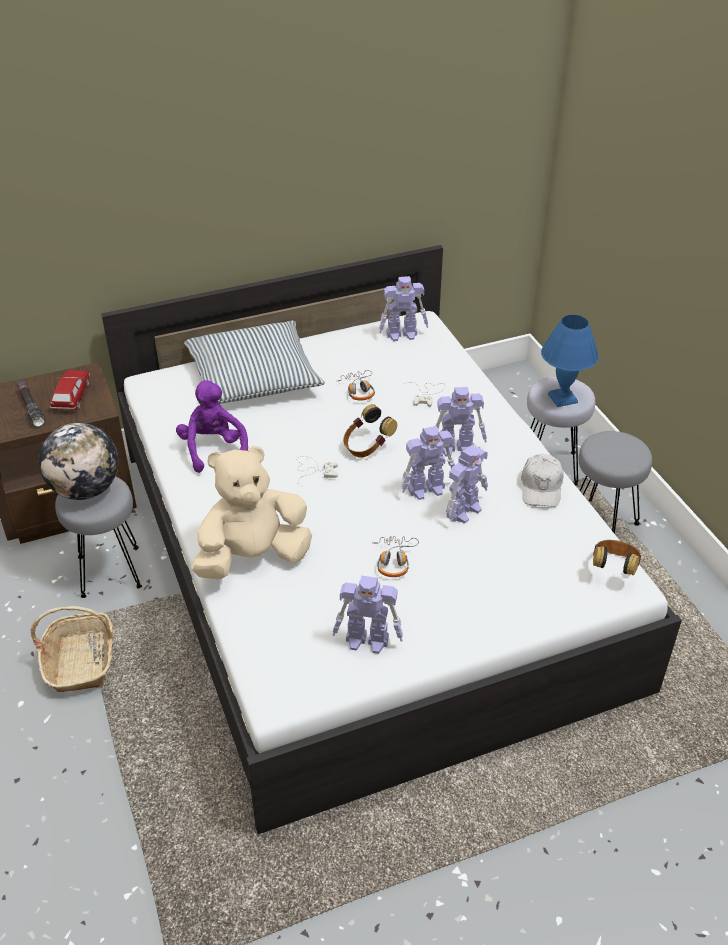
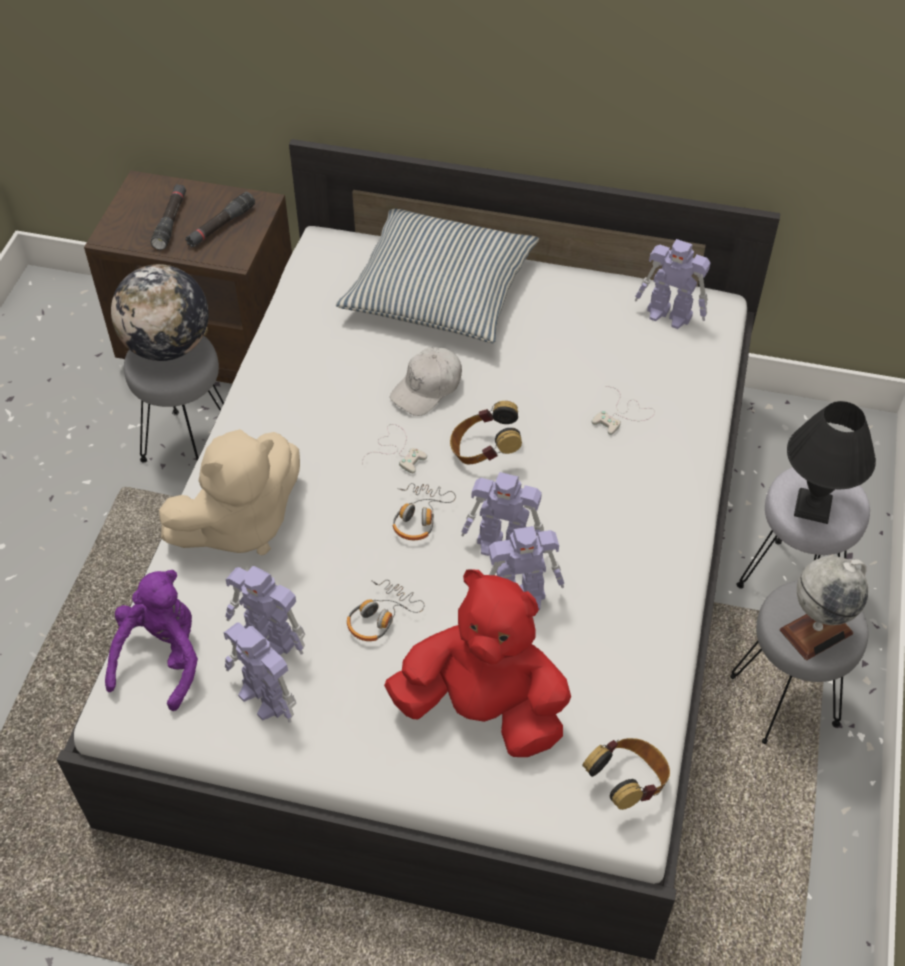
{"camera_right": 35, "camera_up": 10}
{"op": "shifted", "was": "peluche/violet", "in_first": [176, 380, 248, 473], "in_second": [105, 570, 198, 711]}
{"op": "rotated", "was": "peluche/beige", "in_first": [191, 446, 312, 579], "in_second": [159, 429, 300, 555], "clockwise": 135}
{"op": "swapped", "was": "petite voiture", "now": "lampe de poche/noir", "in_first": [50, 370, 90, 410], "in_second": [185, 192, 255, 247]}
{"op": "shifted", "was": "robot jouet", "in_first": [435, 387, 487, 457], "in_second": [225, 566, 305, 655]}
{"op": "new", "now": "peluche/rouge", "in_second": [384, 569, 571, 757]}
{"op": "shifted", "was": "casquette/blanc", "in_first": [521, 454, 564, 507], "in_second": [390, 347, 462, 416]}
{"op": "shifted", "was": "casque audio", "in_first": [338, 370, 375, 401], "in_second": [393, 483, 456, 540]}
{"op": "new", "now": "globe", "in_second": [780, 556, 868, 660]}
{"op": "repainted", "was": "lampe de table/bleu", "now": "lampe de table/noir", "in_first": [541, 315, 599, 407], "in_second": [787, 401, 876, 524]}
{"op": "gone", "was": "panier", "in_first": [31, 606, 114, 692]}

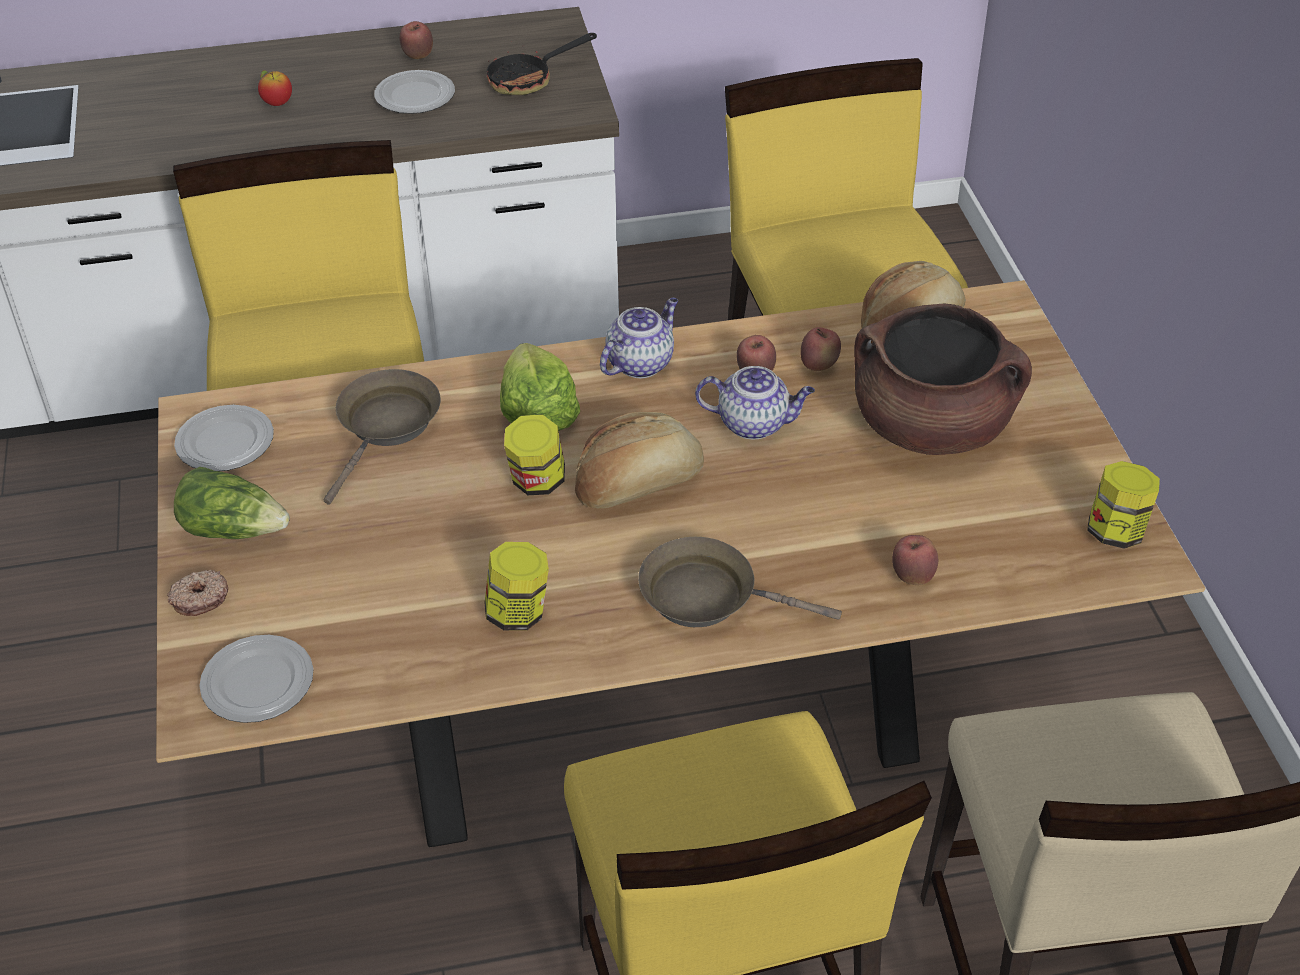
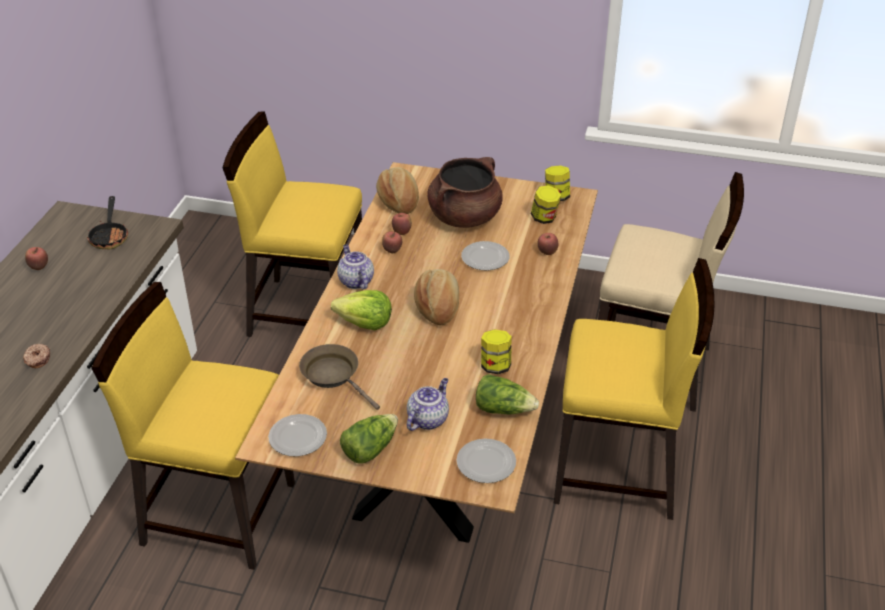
{"camera_right": -65, "camera_up": -5}
{"op": "shifted", "was": "beignet", "in_first": [167, 569, 228, 616], "in_second": [23, 344, 50, 368]}
{"op": "shifted", "was": "théière", "in_first": [695, 366, 815, 439], "in_second": [407, 378, 449, 431]}
{"op": "shifted", "was": "assiette", "in_first": [374, 70, 455, 114], "in_second": [461, 241, 510, 271]}
{"op": "new", "now": "laitue", "in_second": [476, 374, 539, 414]}
{"op": "shifted", "was": "bocal", "in_first": [504, 414, 565, 495], "in_second": [531, 185, 561, 224]}
{"op": "gone", "was": "pomme", "in_first": [258, 70, 292, 106]}
{"op": "gone", "was": "poêle/marron", "in_first": [638, 537, 842, 627]}

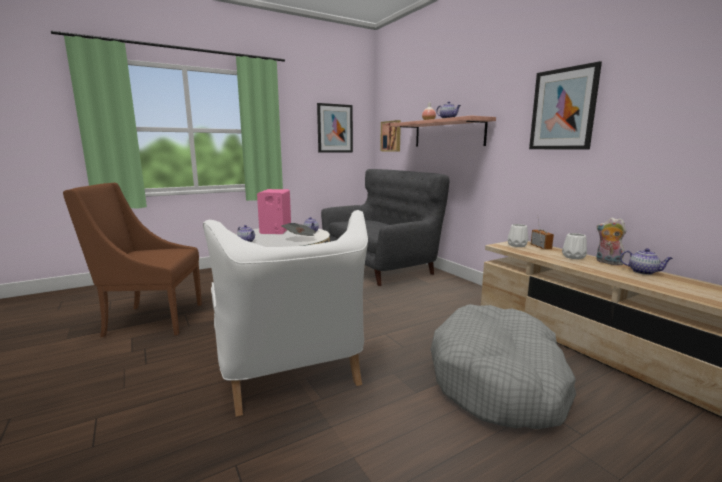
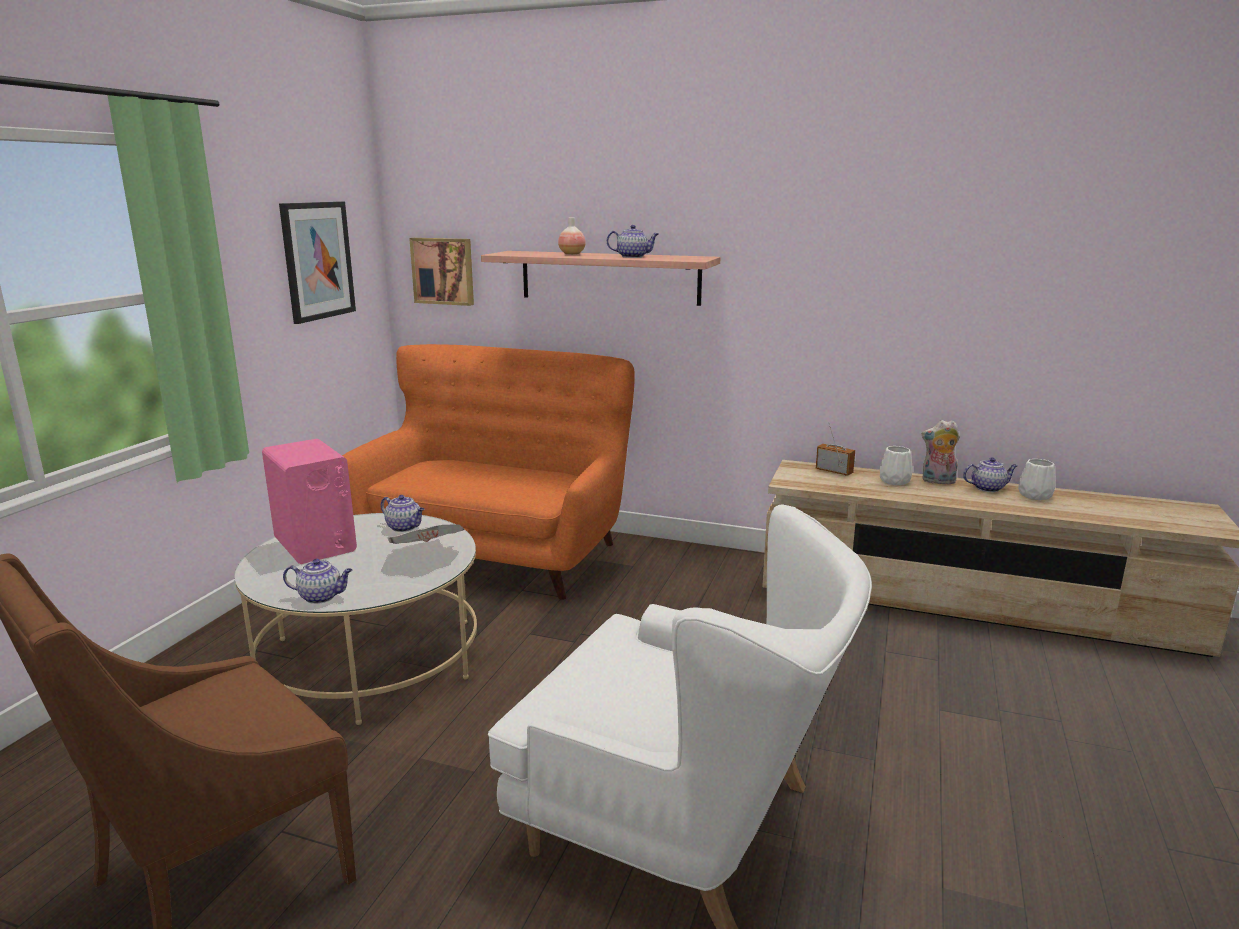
{"camera_right": -40, "camera_up": 5}
{"op": "repainted", "was": "canapé/gris", "now": "canapé/orange", "in_first": [321, 169, 449, 286], "in_second": [342, 344, 635, 600]}
{"op": "shifted", "was": "vase/blanc", "in_first": [508, 224, 528, 247], "in_second": [1018, 459, 1056, 500]}
{"op": "gone", "was": "panier pour chien/gris", "in_first": [431, 304, 576, 429]}
{"op": "gone", "was": "tableau", "in_first": [529, 61, 602, 149]}

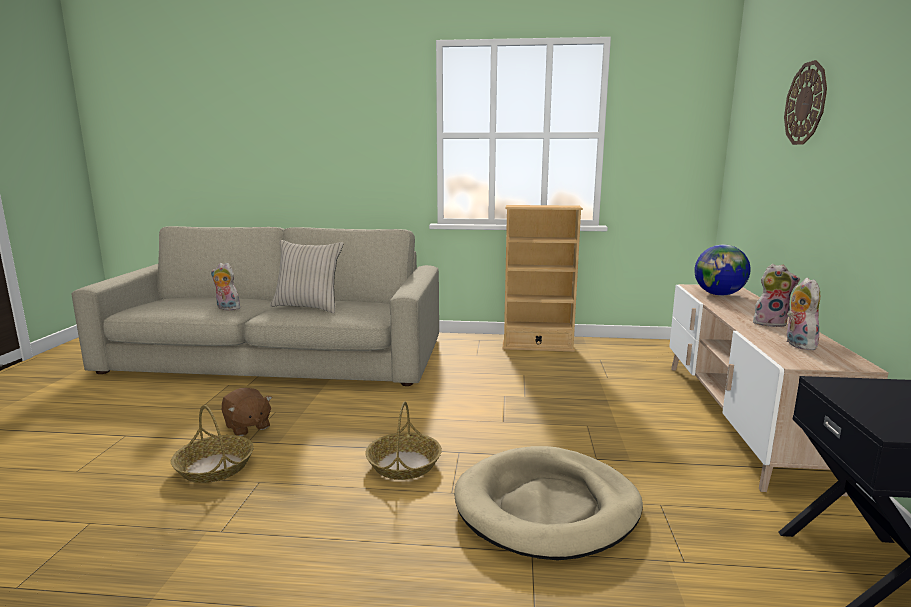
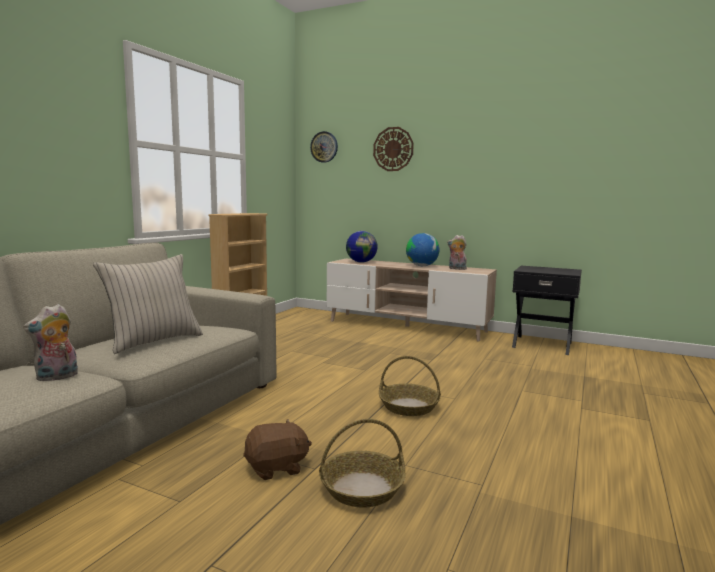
{"camera_right": -70, "camera_up": -5}
{"op": "new", "now": "horloge murale", "in_second": [310, 131, 338, 163]}
{"op": "swapped", "was": "peluche", "now": "globe", "in_first": [753, 264, 800, 327], "in_second": [406, 233, 440, 266]}
{"op": "gone", "was": "panier pour chien/beige", "in_first": [454, 446, 643, 560]}

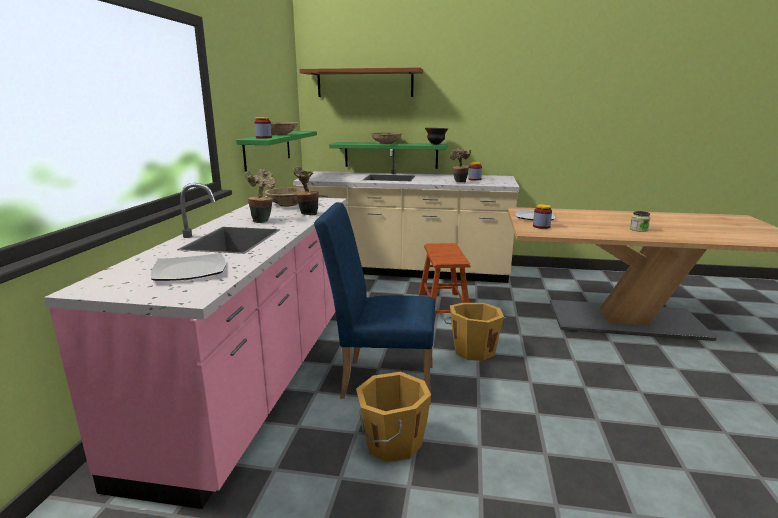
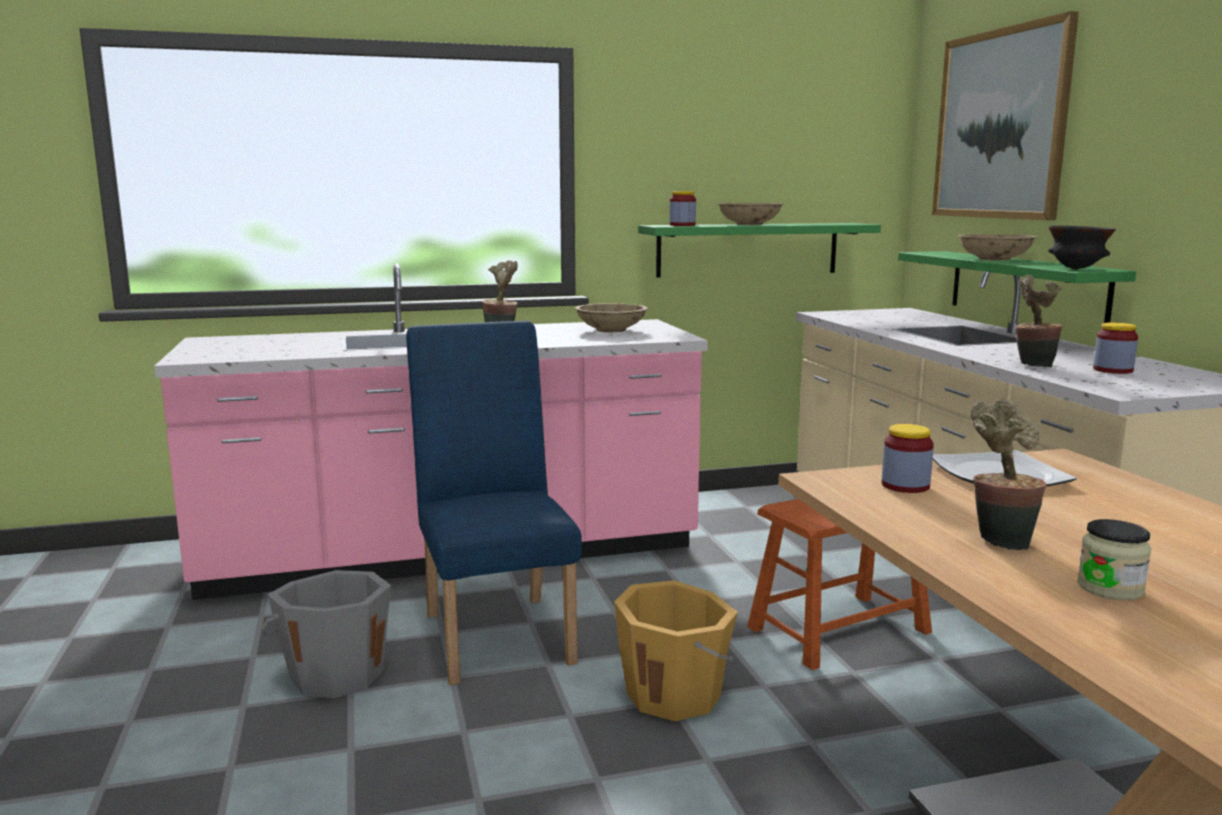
{"camera_right": 65, "camera_up": -5}
{"op": "repainted", "was": "seau/orange", "now": "seau/gris", "in_first": [356, 372, 431, 462], "in_second": [262, 570, 391, 699]}
{"op": "swapped", "was": "étagère/marron", "now": "tableau", "in_first": [300, 67, 423, 97], "in_second": [932, 11, 1079, 220]}
{"op": "shifted", "was": "plante en pot", "in_first": [293, 166, 319, 216], "in_second": [971, 399, 1047, 550]}
{"op": "gone", "was": "assiette", "in_first": [151, 253, 226, 281]}

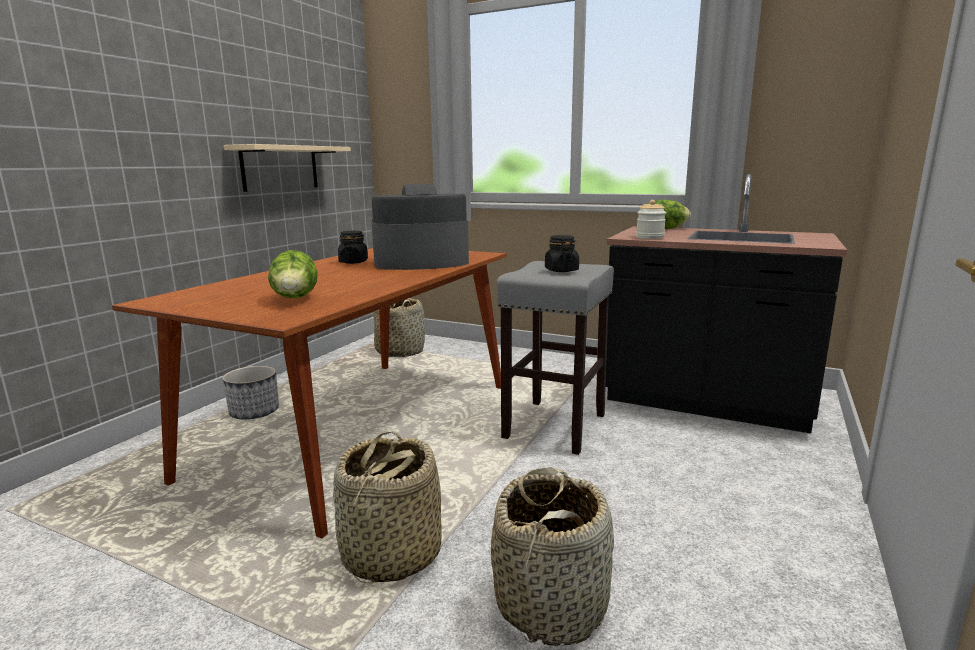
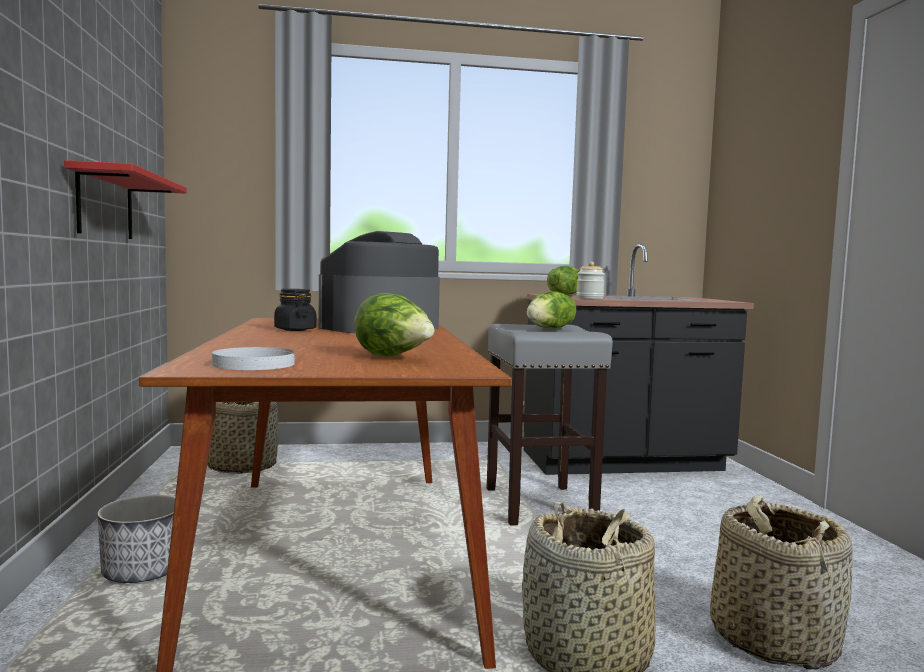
{"camera_right": -35, "camera_up": -10}
{"op": "repainted", "was": "étagère/beige", "now": "étagère/rouge", "in_first": [224, 144, 351, 192], "in_second": [64, 160, 187, 239]}
{"op": "new", "now": "assiette/blanc", "in_second": [212, 347, 295, 370]}
{"op": "swapped", "was": "bocal/noir", "now": "laitue", "in_first": [545, 235, 579, 272], "in_second": [527, 291, 576, 329]}

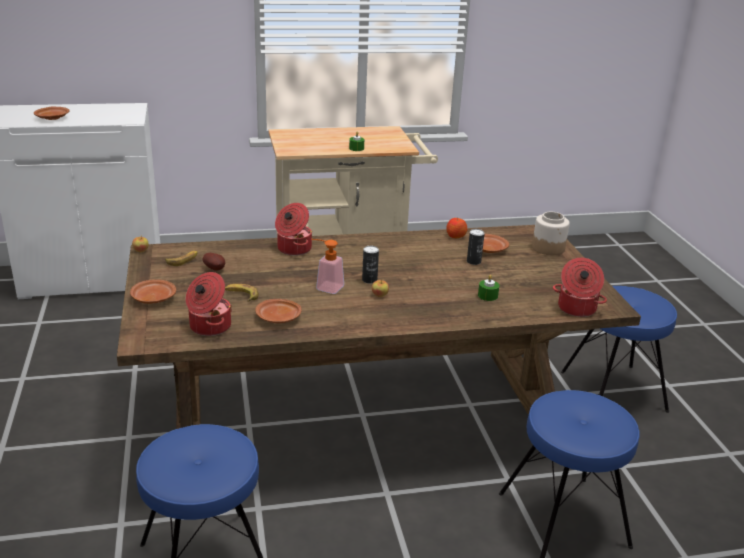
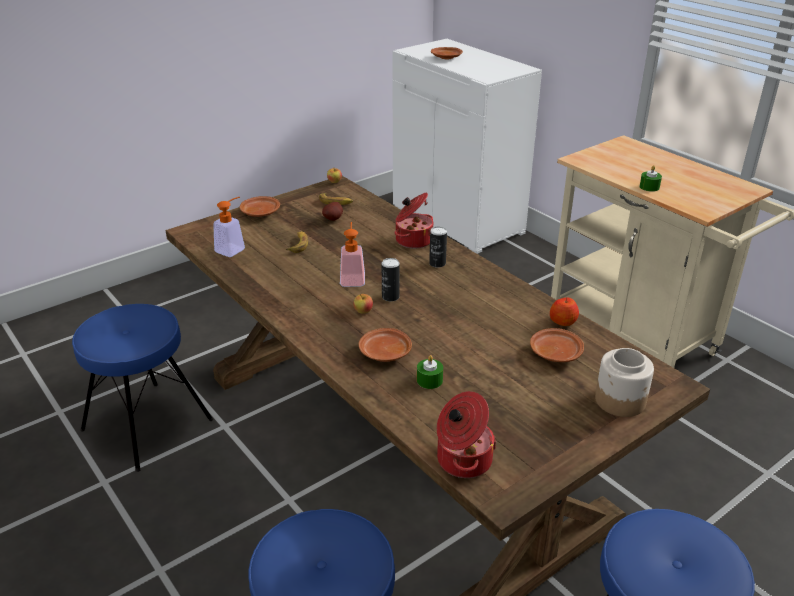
{"camera_right": 65, "camera_up": 5}
{"op": "swapped", "was": "marmite", "now": "distributeur de savon", "in_first": [186, 272, 232, 336], "in_second": [213, 197, 245, 257]}
{"op": "shifted", "was": "assiette/marron", "in_first": [255, 299, 301, 323], "in_second": [359, 328, 412, 362]}
{"op": "shifted", "was": "boîte métallique", "in_first": [467, 229, 485, 265], "in_second": [429, 227, 447, 268]}

